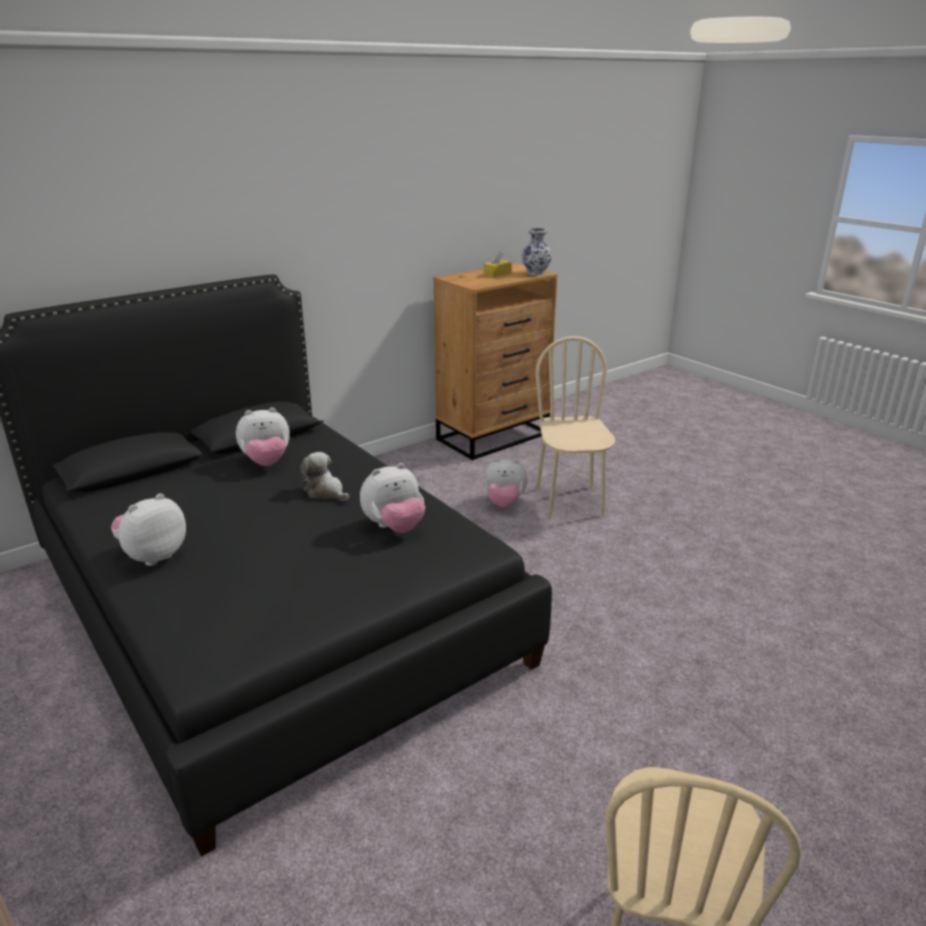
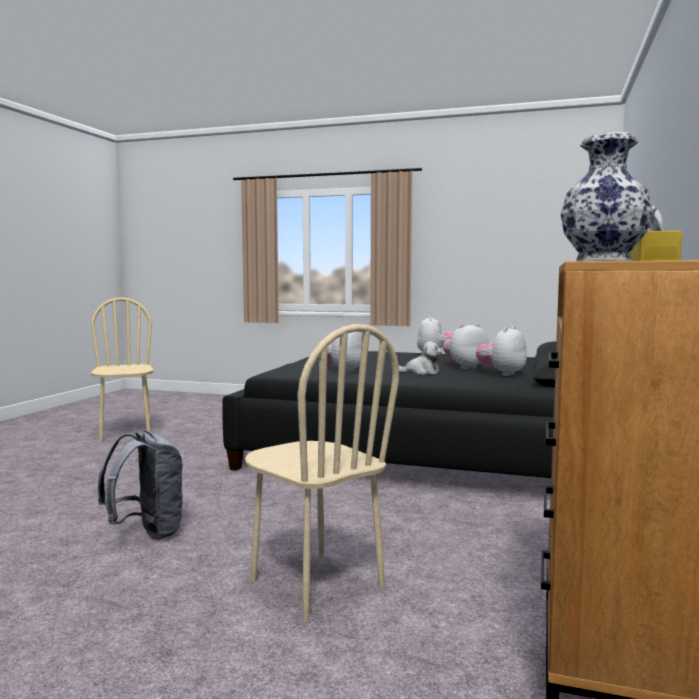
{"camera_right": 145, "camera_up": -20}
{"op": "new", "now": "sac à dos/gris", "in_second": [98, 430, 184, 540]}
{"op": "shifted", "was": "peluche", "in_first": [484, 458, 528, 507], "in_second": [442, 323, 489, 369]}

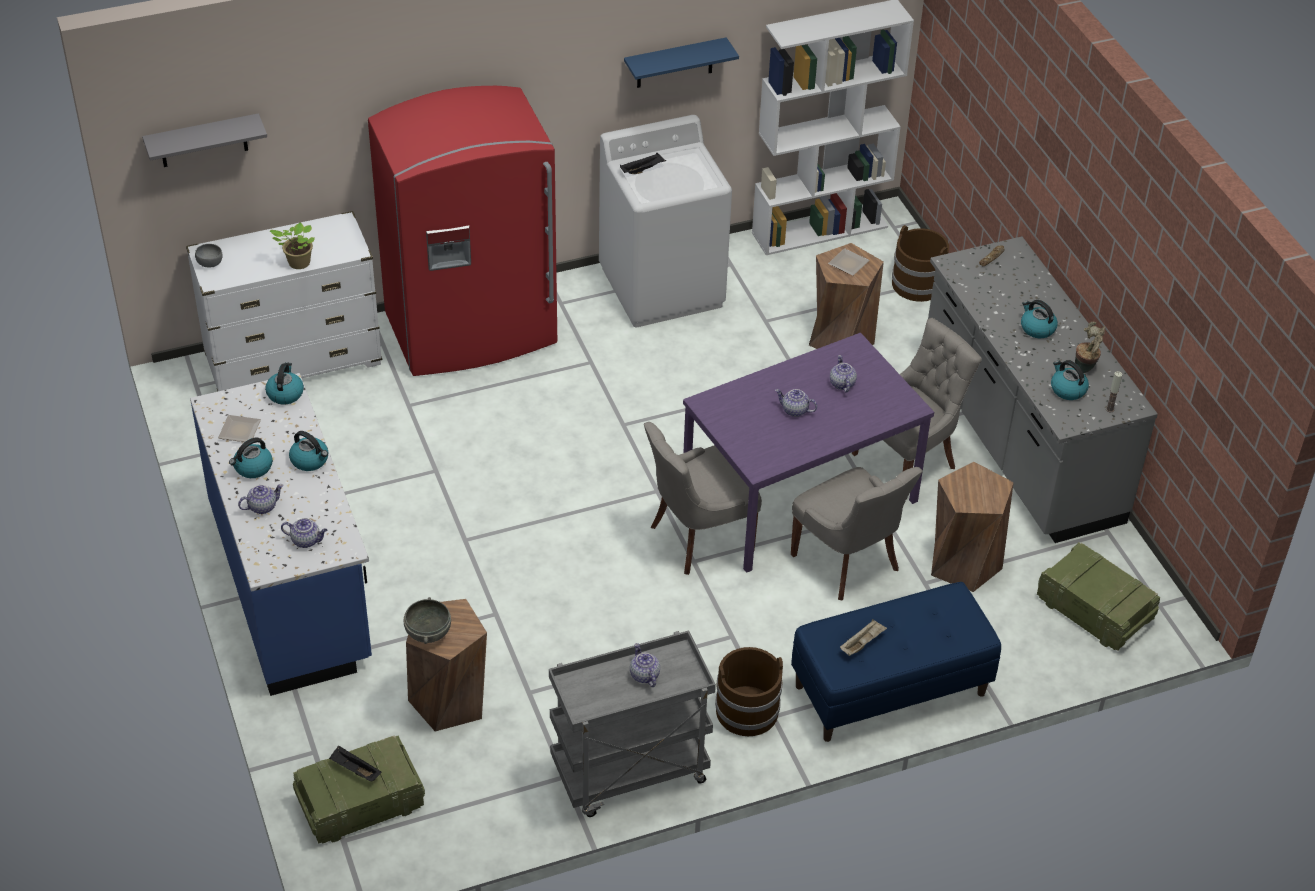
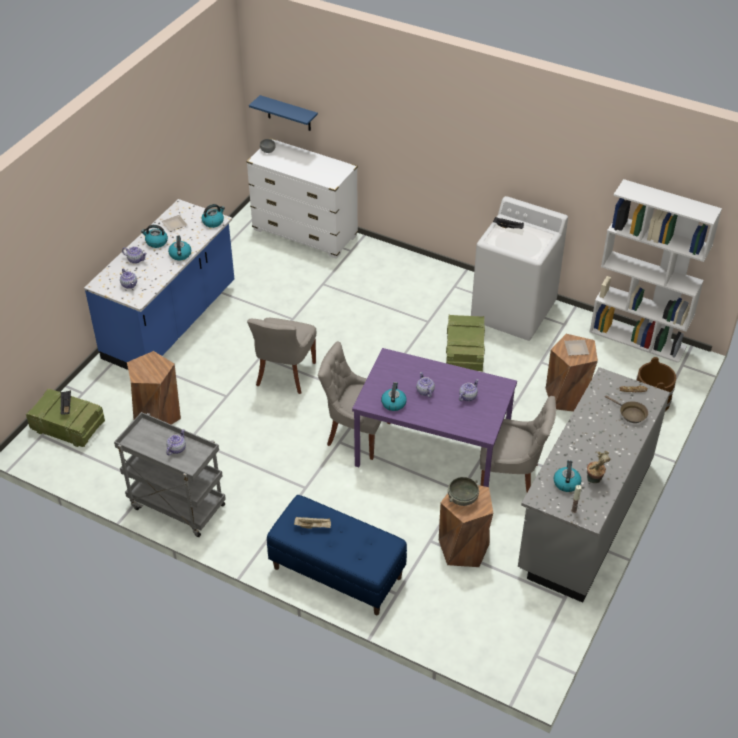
{"camera_right": 50, "camera_up": 0}
{"op": "shifted", "was": "chaise/gris", "in_first": [791, 467, 923, 600], "in_second": [247, 318, 316, 394]}
{"op": "shifted", "was": "étagère/bleu", "in_first": [624, 37, 739, 88], "in_second": [249, 95, 318, 131]}
{"op": "shifted", "was": "bouilloire", "in_first": [1021, 300, 1058, 338], "in_second": [381, 382, 407, 411]}
{"op": "shifted", "was": "caisse", "in_first": [1037, 542, 1160, 651], "in_second": [446, 314, 485, 372]}
{"op": "shifted", "was": "bol/gris", "in_first": [404, 597, 451, 644], "in_second": [448, 477, 479, 506]}
{"op": "new", "now": "poêle/marron", "in_second": [605, 396, 648, 423]}
{"op": "gone", "was": "étagère/gris", "in_first": [142, 113, 267, 167]}
{"op": "gone", "was": "plante en pot", "in_first": [270, 222, 315, 269]}
{"op": "gone", "was": "réfrigérateur/rouge", "in_first": [368, 86, 557, 376]}
{"op": "gone", "was": "seau/marron", "in_first": [715, 647, 783, 736]}

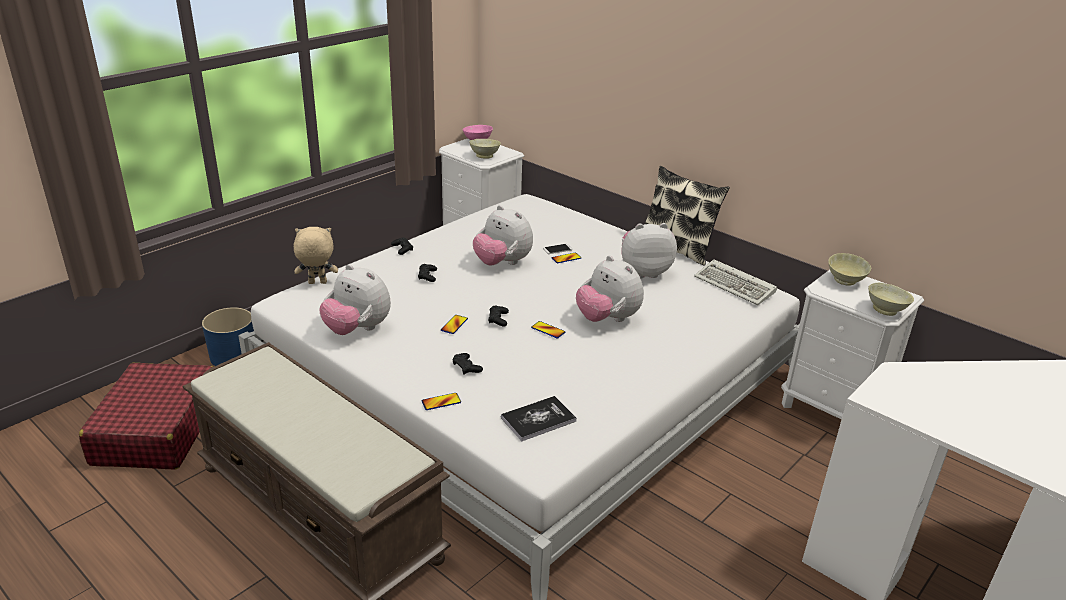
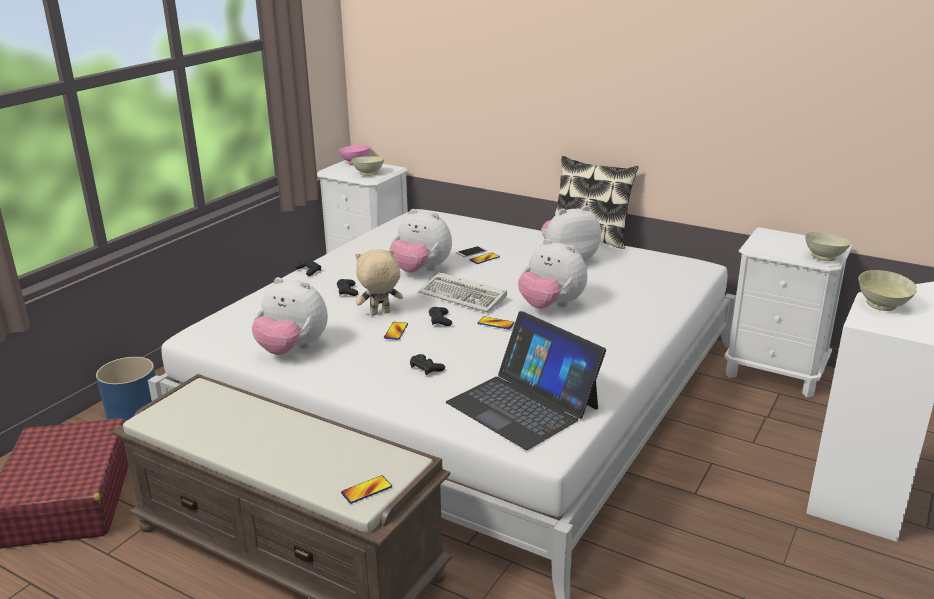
{"camera_right": -10, "camera_up": -5}
{"op": "shifted", "was": "téléphone", "in_first": [422, 393, 461, 410], "in_second": [341, 475, 392, 504]}
{"op": "shifted", "was": "peluche/beige", "in_first": [294, 227, 338, 284], "in_second": [355, 249, 403, 316]}
{"op": "shifted", "was": "clavier", "in_first": [694, 259, 777, 305], "in_second": [419, 272, 507, 313]}
{"op": "swapped", "was": "livre", "now": "ordinateur portable", "in_first": [501, 396, 576, 441], "in_second": [446, 311, 606, 450]}
{"op": "shifted", "was": "bol/beige", "in_first": [828, 253, 871, 286], "in_second": [858, 270, 917, 311]}

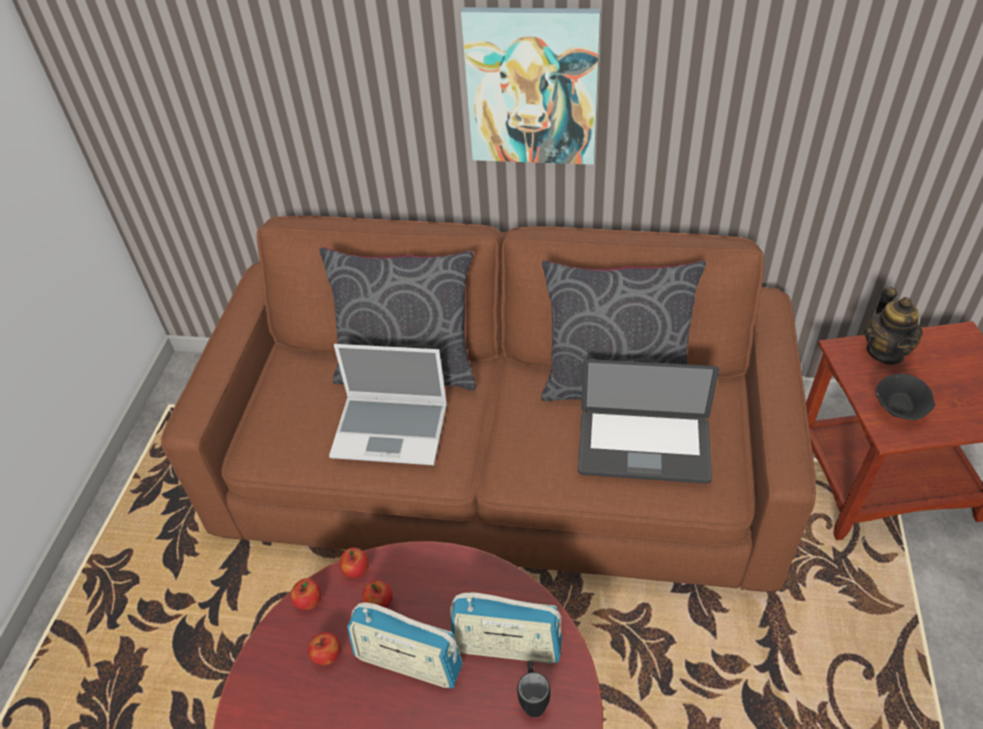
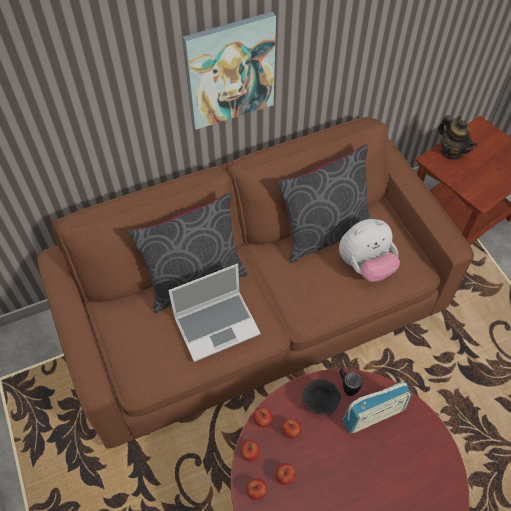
{"camera_right": -35, "camera_up": 10}
{"op": "new", "now": "pomme", "in_second": [246, 478, 267, 500]}
{"op": "shifted", "was": "bol/noir", "in_first": [876, 373, 935, 420], "in_second": [302, 379, 341, 415]}
{"op": "swapped", "was": "ordinateur portable", "now": "peluche", "in_first": [578, 359, 719, 483], "in_second": [339, 219, 400, 282]}
{"op": "shifted", "was": "mug/noir", "in_first": [517, 661, 550, 717], "in_second": [339, 369, 362, 396]}
{"op": "gone", "was": "radio", "in_first": [347, 603, 463, 688]}

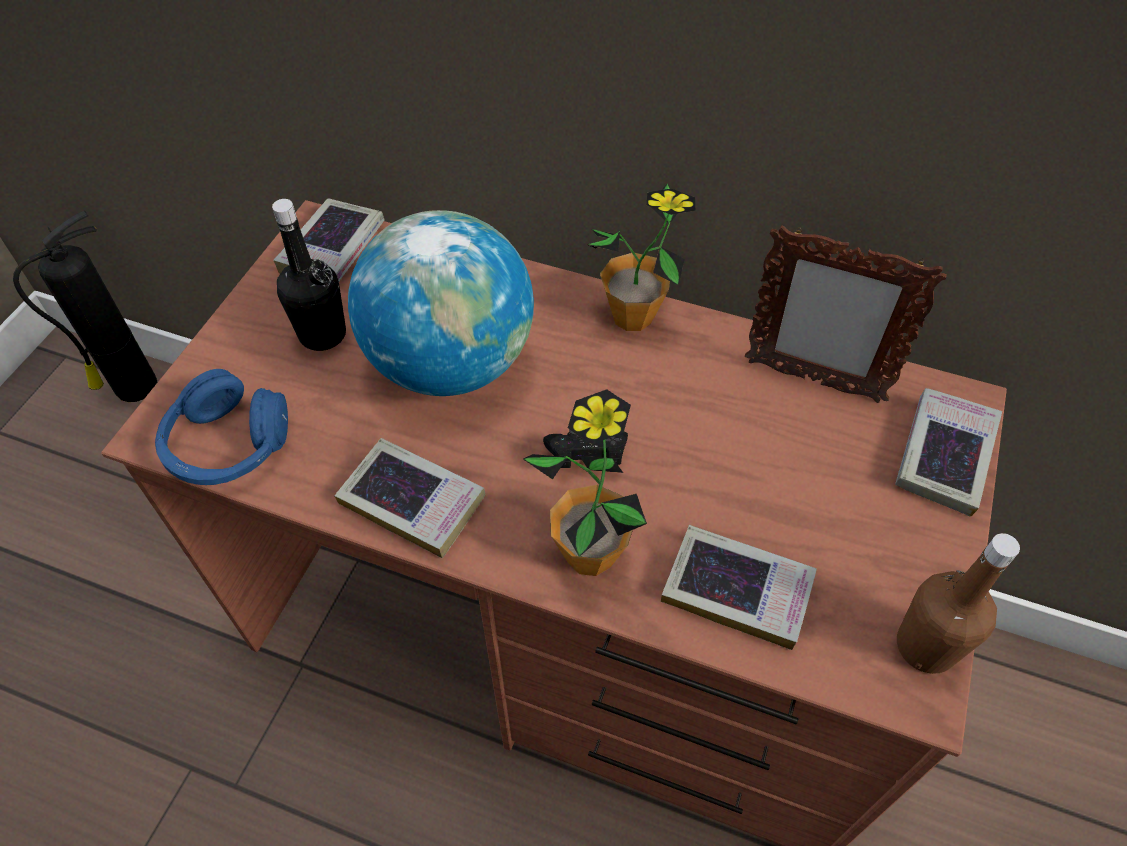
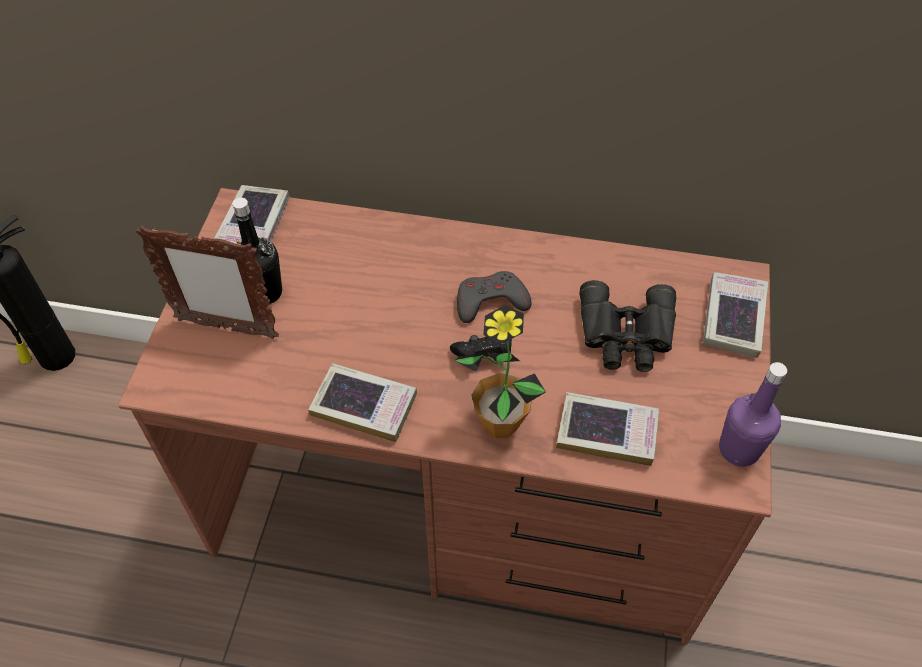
{"camera_right": -10, "camera_up": 0}
{"op": "shifted", "was": "cadre photo", "in_first": [745, 225, 947, 403], "in_second": [135, 226, 279, 339]}
{"op": "new", "now": "manette/gris", "in_second": [457, 271, 531, 323]}
{"op": "new", "now": "jumelles/noir", "in_second": [579, 280, 676, 372]}
{"op": "repainted", "was": "bouteille/marron", "now": "bouteille/violet", "in_first": [897, 533, 1020, 674], "in_second": [719, 362, 787, 467]}
{"op": "gone", "was": "casque audio/bleu", "in_first": [155, 369, 288, 485]}
{"op": "gone", "was": "globe", "in_first": [348, 210, 534, 396]}
{"op": "gone", "was": "plante en pot", "in_first": [587, 183, 695, 331]}

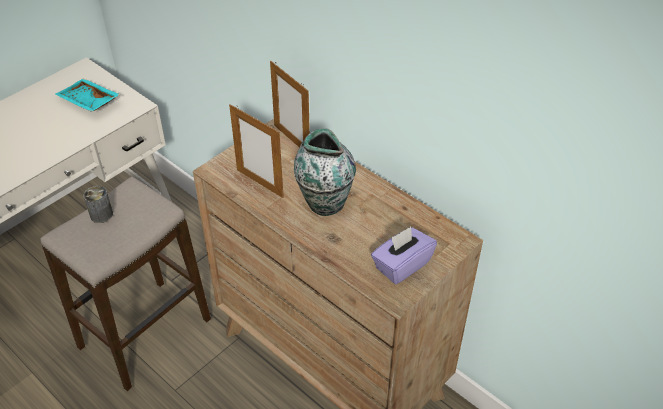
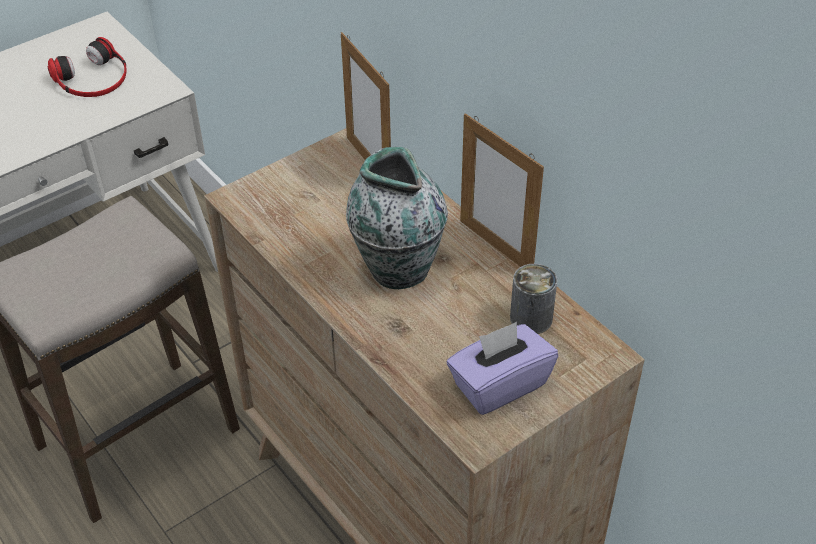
{"camera_right": 10, "camera_up": 0}
{"op": "swapped", "was": "plateau/turquoise", "now": "casque audio", "in_first": [55, 78, 120, 112], "in_second": [48, 37, 127, 97]}
{"op": "shifted", "was": "cadre photo", "in_first": [229, 104, 284, 198], "in_second": [460, 113, 544, 267]}
{"op": "shifted", "was": "boîte métallique", "in_first": [83, 186, 113, 223], "in_second": [510, 264, 558, 334]}

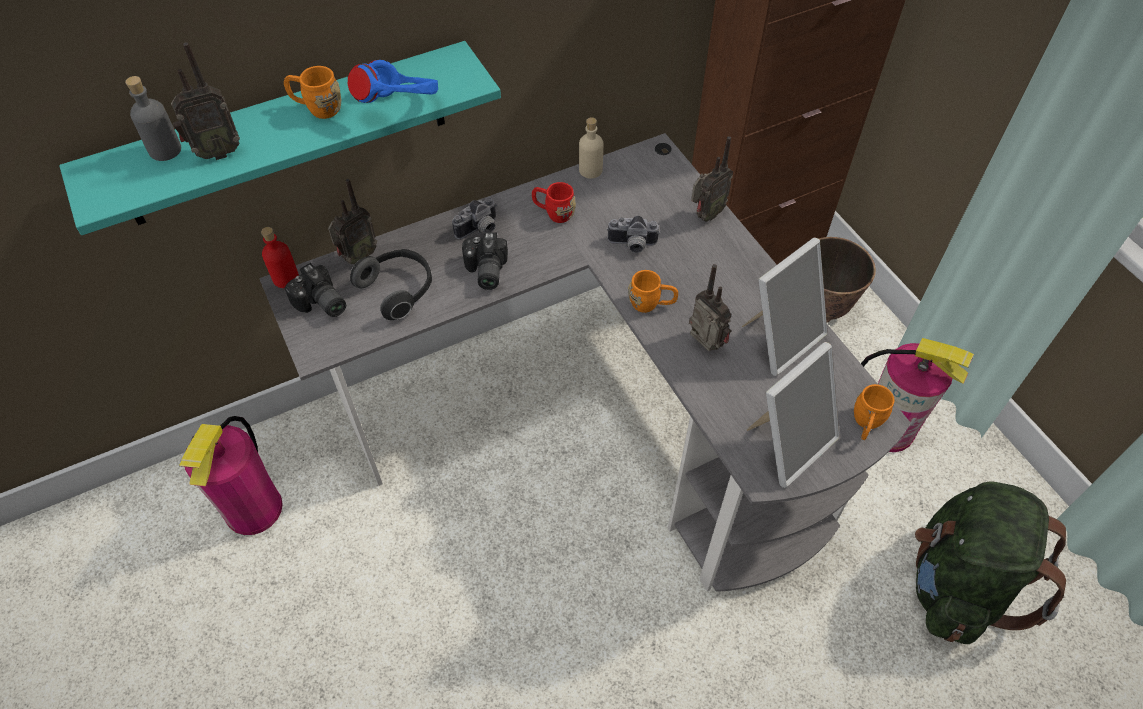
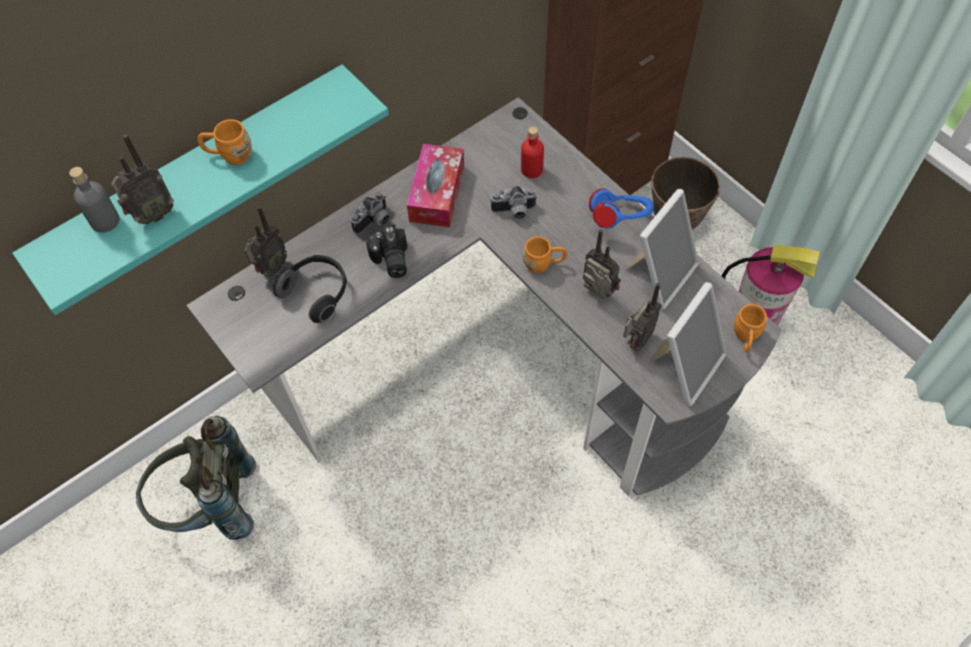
{"camera_right": -10, "camera_up": 5}
{"op": "swapped", "was": "extincteur", "now": "sac à dos/gris", "in_first": [179, 416, 283, 535], "in_second": [136, 416, 256, 540]}
{"op": "swapped", "was": "mug/rouge", "now": "boîte à mouchoirs", "in_first": [532, 182, 576, 223], "in_second": [407, 144, 464, 227]}
{"op": "shifted", "was": "bouteille/rouge", "in_first": [261, 227, 299, 288], "in_second": [521, 126, 544, 178]}
{"op": "shifted", "was": "casque audio/bleu", "in_first": [348, 60, 438, 103], "in_second": [589, 188, 654, 229]}
{"op": "shifted", "was": "radio", "in_first": [691, 136, 733, 222], "in_second": [623, 283, 661, 352]}
{"op": "gone", "was": "appareil photo", "in_first": [285, 263, 346, 317]}
{"op": "gone", "was": "bouteille/beige", "in_first": [579, 117, 603, 179]}
{"op": "gone", "was": "sac à dos/vert", "in_first": [915, 481, 1066, 644]}

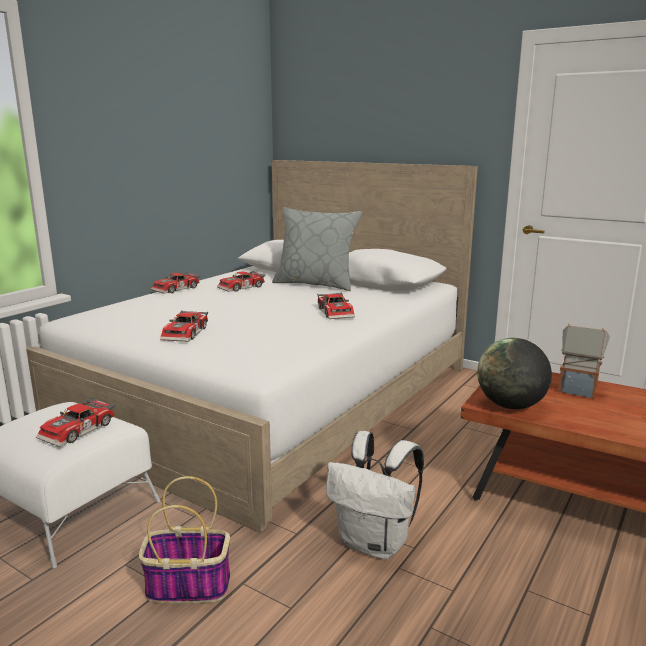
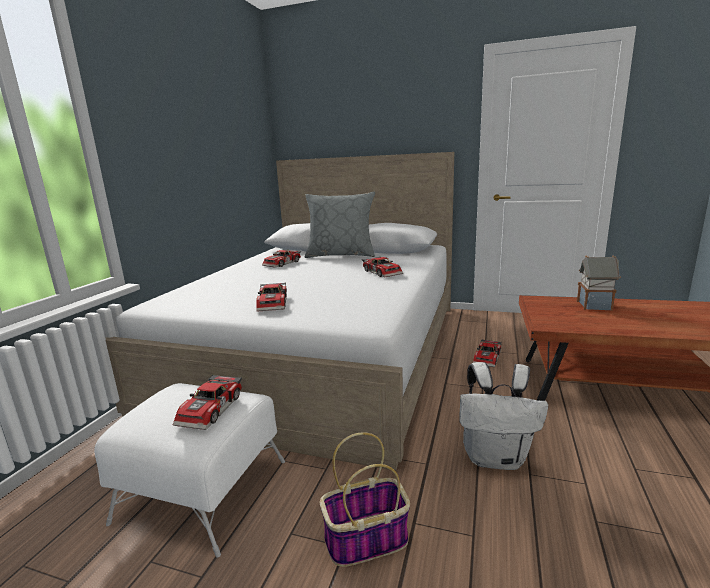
{"camera_right": -15, "camera_up": 0}
{"op": "shifted", "was": "petite voiture", "in_first": [151, 272, 200, 294], "in_second": [473, 339, 502, 367]}
{"op": "gone", "was": "globe", "in_first": [477, 338, 552, 409]}

